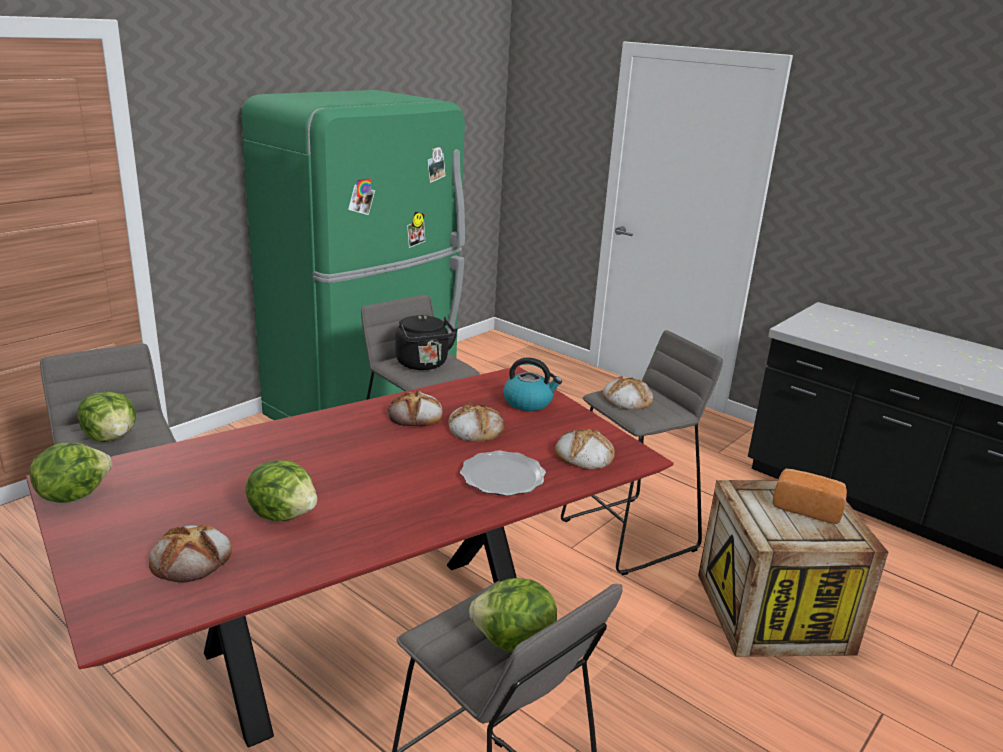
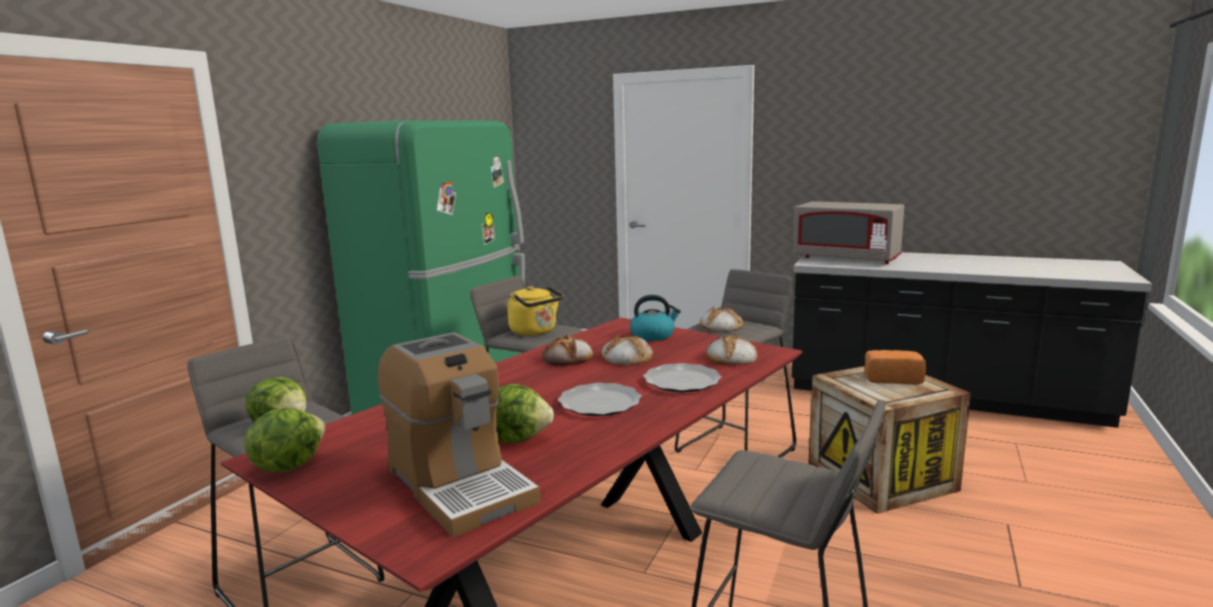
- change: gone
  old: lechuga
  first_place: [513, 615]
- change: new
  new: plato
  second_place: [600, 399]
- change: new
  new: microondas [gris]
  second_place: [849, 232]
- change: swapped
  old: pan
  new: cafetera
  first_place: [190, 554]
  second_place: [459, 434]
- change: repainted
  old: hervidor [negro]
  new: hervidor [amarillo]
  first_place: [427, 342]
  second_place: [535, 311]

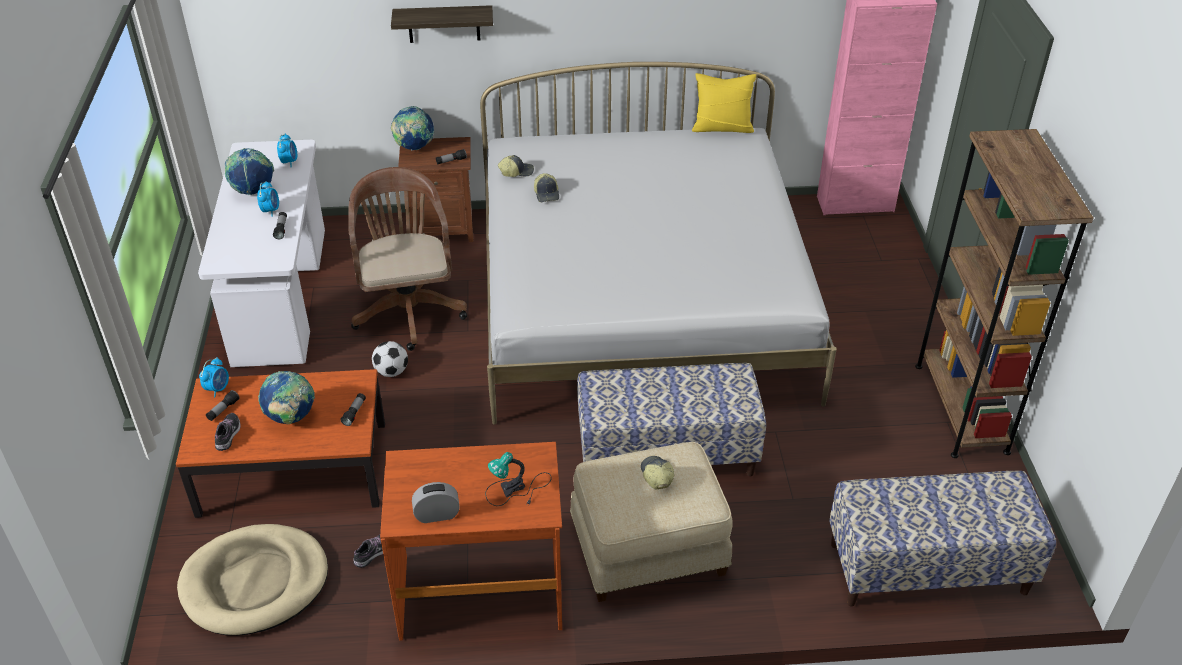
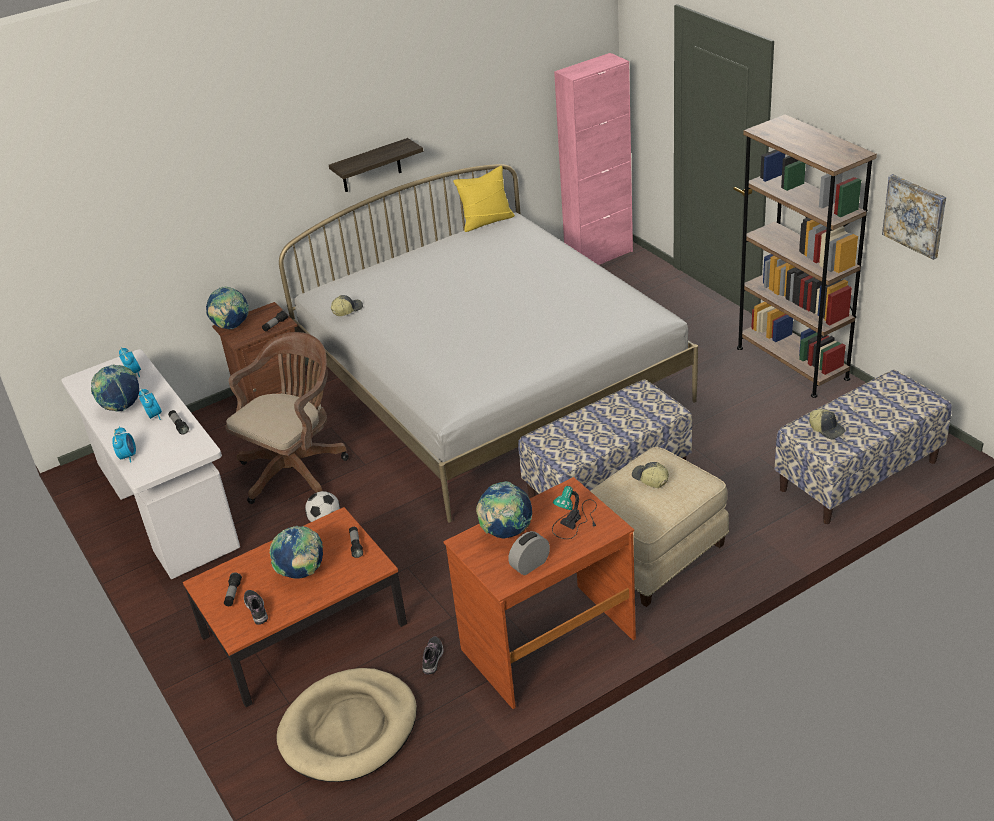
- change: new
  new: globo terráqueo
  second_place: [504, 510]
- change: new
  new: cuadro
  second_place: [914, 217]
- change: shifted
  old: despertador
  first_place: [214, 377]
  second_place: [124, 444]
- change: shifted
  old: estante
  first_place: [442, 24]
  second_place: [376, 165]
- change: shifted
  old: gorra
  first_place: [546, 187]
  second_place: [827, 424]
- change: rotated
  old: silla de oficina [marrón]
  first_place: [407, 259]
  second_place: [287, 418]
  degrees: 75

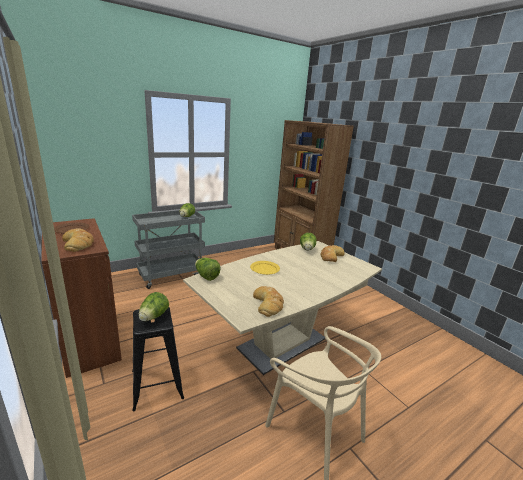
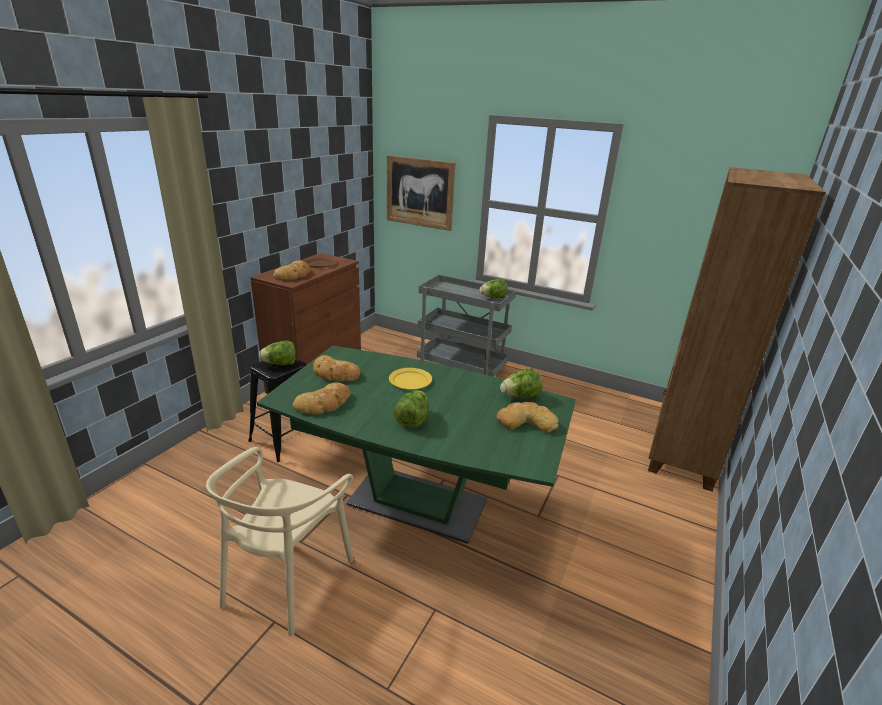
- change: new
  new: pan
  second_place: [337, 368]
- change: new
  new: cuadro
  second_place: [421, 193]
- change: shifted
  old: lechuga
  first_place: [207, 269]
  second_place: [411, 409]
- change: repainted
  old: mesa de comedor [beis]
  new: mesa de comedor [verde]
  first_place: [282, 308]
  second_place: [416, 445]

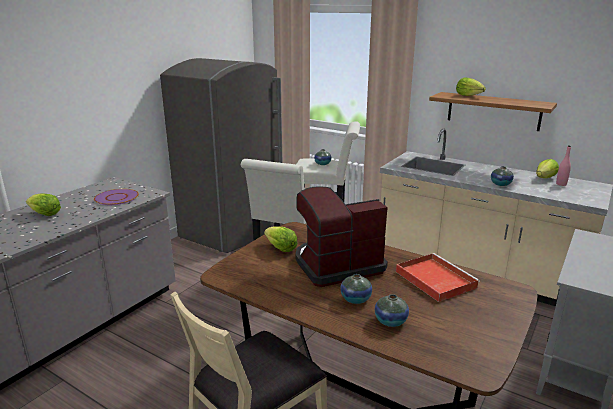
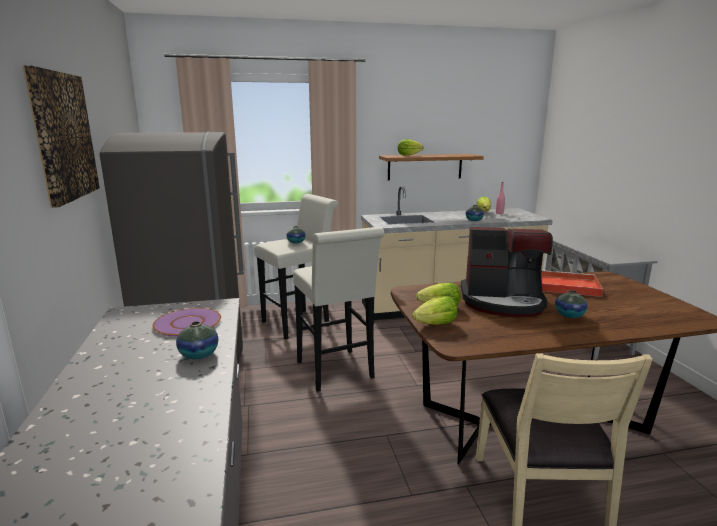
- change: new
  new: cuadro
  second_place: [61, 136]
- change: shifted
  old: lechuga
  first_place: [43, 204]
  second_place: [435, 310]
- change: shifted
  old: florero
  first_place: [392, 310]
  second_place: [197, 340]
- change: rotated
  old: cafetera
  first_place: [341, 236]
  second_place: [507, 272]
  degrees: -105

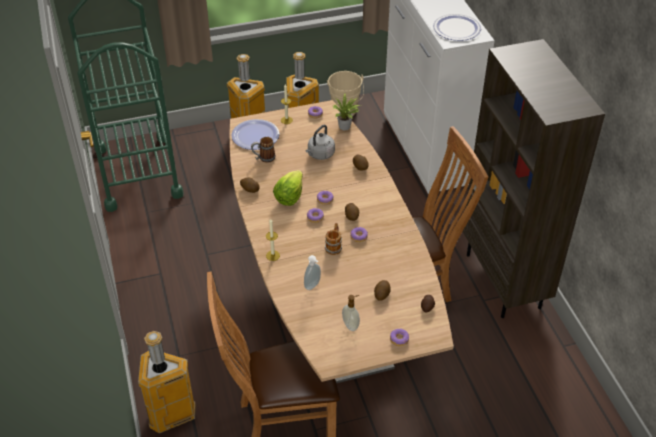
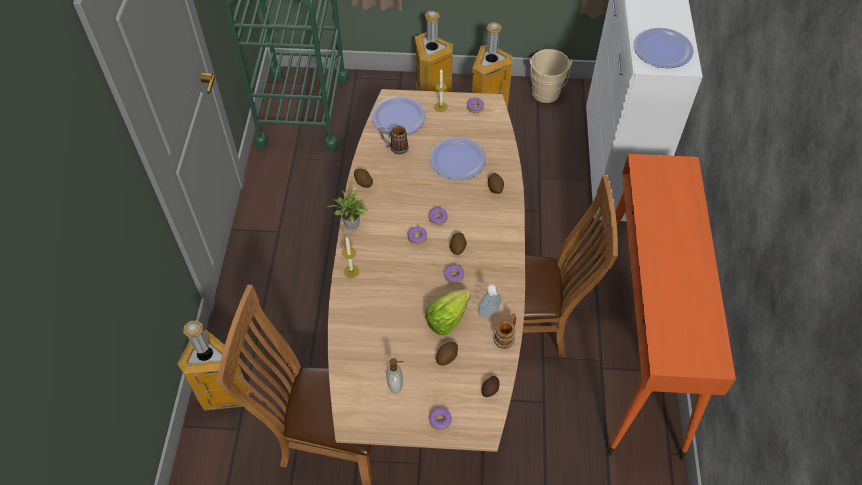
- change: shifted
  old: lechuga
  first_place: [288, 188]
  second_place: [448, 312]
- change: shifted
  old: dispensador de jabón
  first_place: [312, 272]
  second_place: [489, 300]
- change: shifted
  old: taza grande
  first_place: [333, 239]
  second_place: [504, 331]
- change: shifted
  old: planta en maceta
  first_place: [346, 111]
  second_place: [348, 208]
- change: swapped
  old: hervidor [gris]
  new: plato
  first_place: [320, 142]
  second_place: [458, 158]
- change: swapped
  old: estantería [marrón]
  new: mesa consola [naranja]
  first_place: [534, 178]
  second_place: [666, 307]

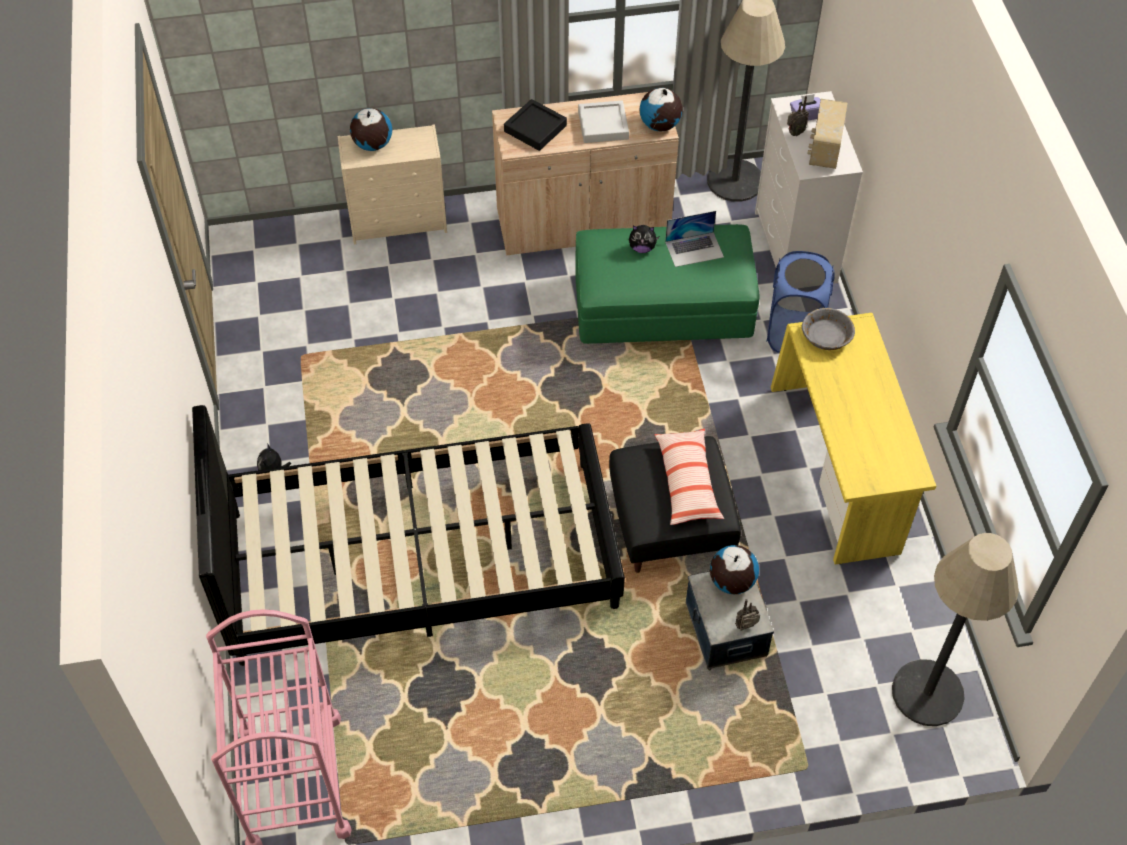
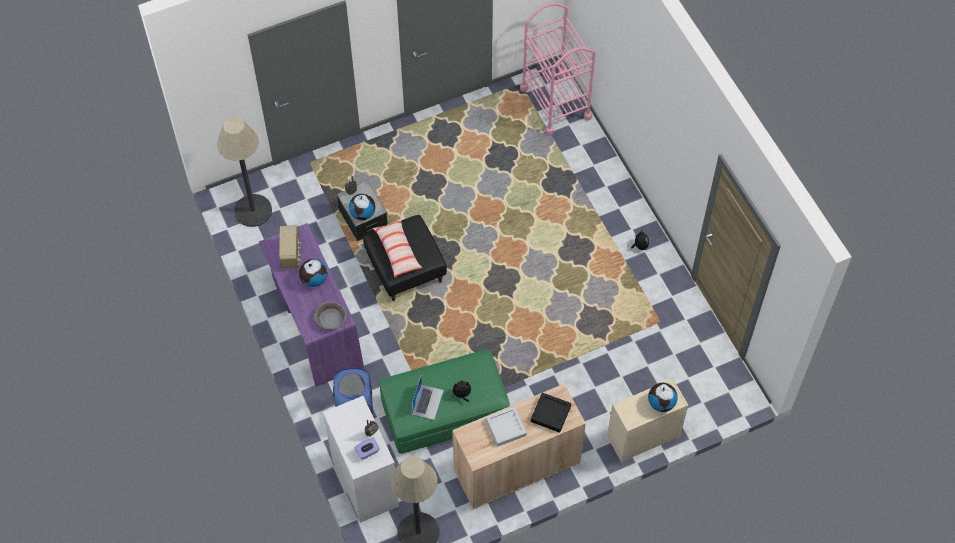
- change: gone
  old: cama [negro]
  first_place: [408, 535]
- change: shifted
  old: globo terráqueo
  first_place: [661, 110]
  second_place: [313, 273]
- change: shifted
  old: radio
  first_place: [827, 134]
  second_place: [290, 247]
- change: repainted
  old: escritorio [amarillo]
  new: escritorio [morado]
  first_place: [853, 438]
  second_place: [311, 305]
- change: rotated
  old: portátil
  first_place: [694, 239]
  second_place: [427, 398]
  degrees: 135

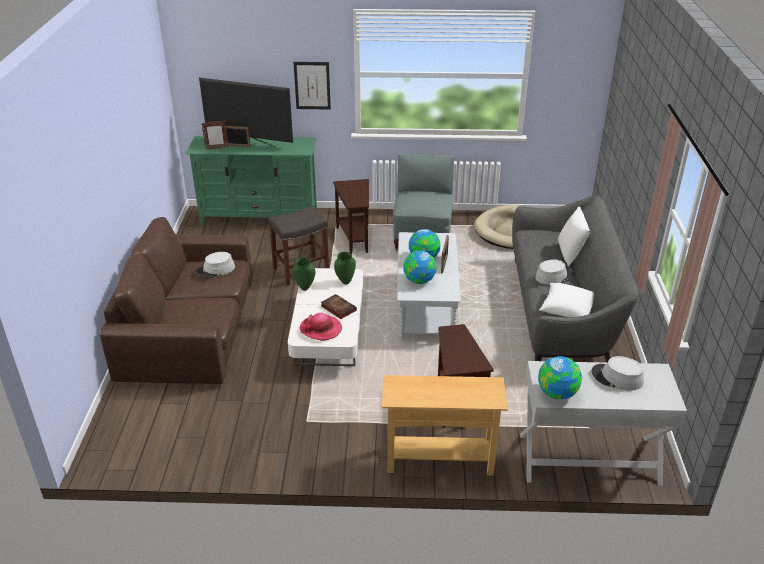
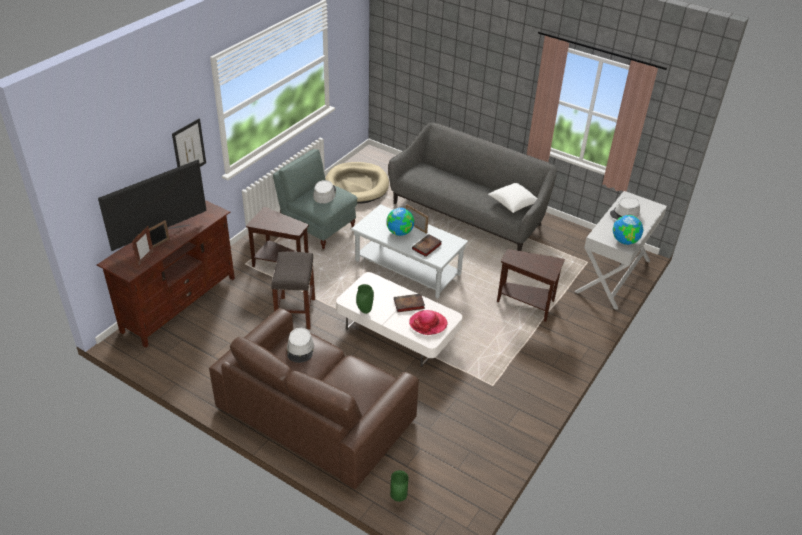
- change: gone
  old: mesa consola [beis]
  first_place: [445, 425]
- change: gone
  old: cojín [blanco]
  first_place: [574, 236]
- change: shifted
  old: florero [verde]
  first_place: [345, 268]
  second_place: [399, 486]
- change: shifted
  old: sombrero [gris]
  first_place: [554, 272]
  second_place: [324, 192]
- change: swapped
  old: globo terráqueo
  new: libro
  first_place: [420, 267]
  second_place: [427, 245]
- change: repainted
  old: mueble de televisión [verde]
  new: mueble de televisión [marrón]
  first_place: [251, 180]
  second_place: [166, 274]

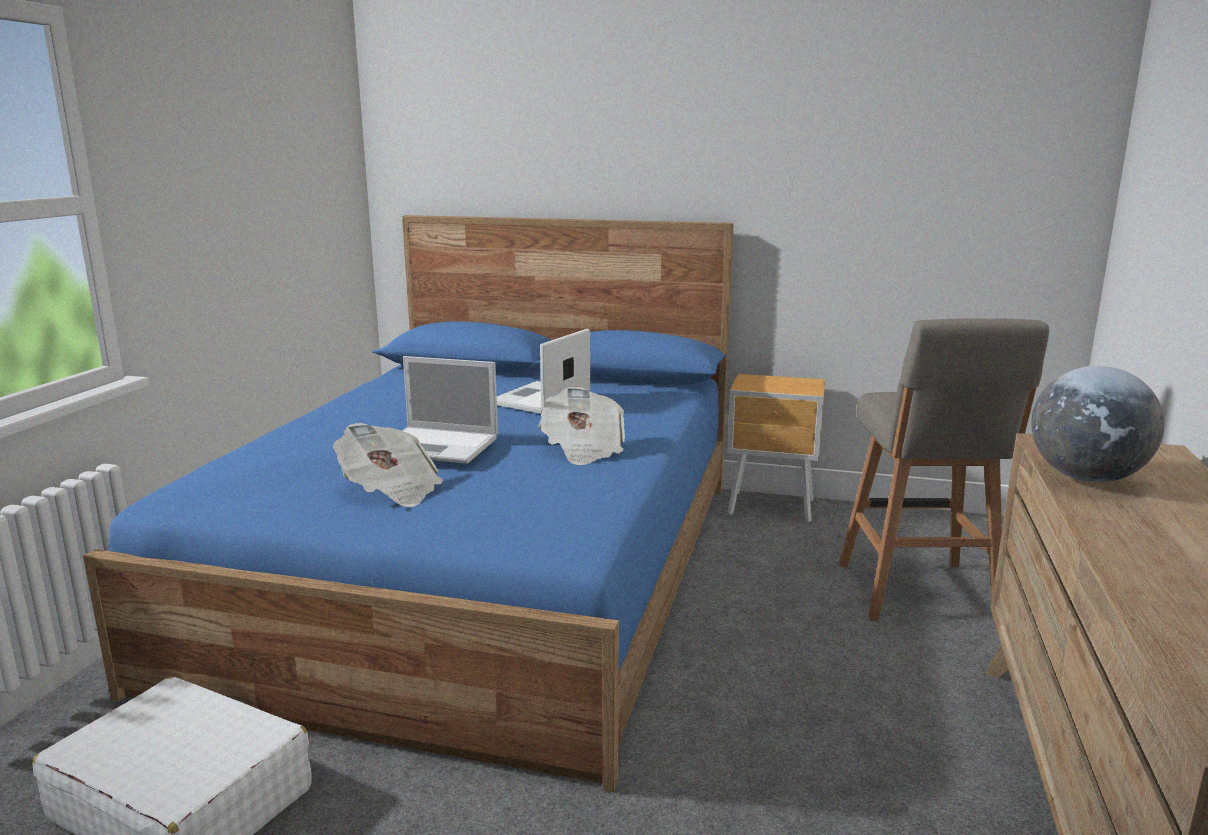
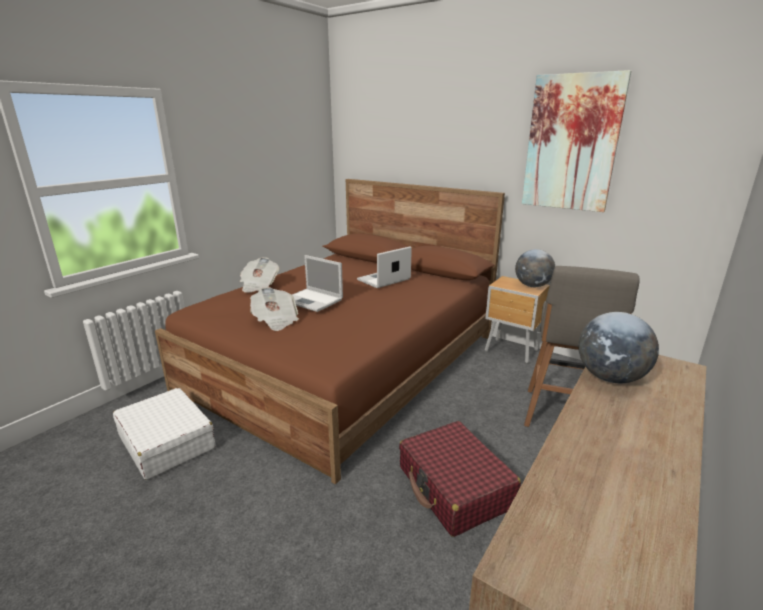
- change: new
  new: maleta [rojo]
  second_place: [460, 479]
- change: new
  new: globo terráqueo
  second_place: [535, 268]
- change: new
  new: cuadro
  second_place: [576, 141]
- change: shifted
  old: periódico
  first_place: [582, 426]
  second_place: [259, 275]
- change: repainted
  old: cama [azul]
  new: cama [marrón]
  first_place: [408, 503]
  second_place: [330, 331]

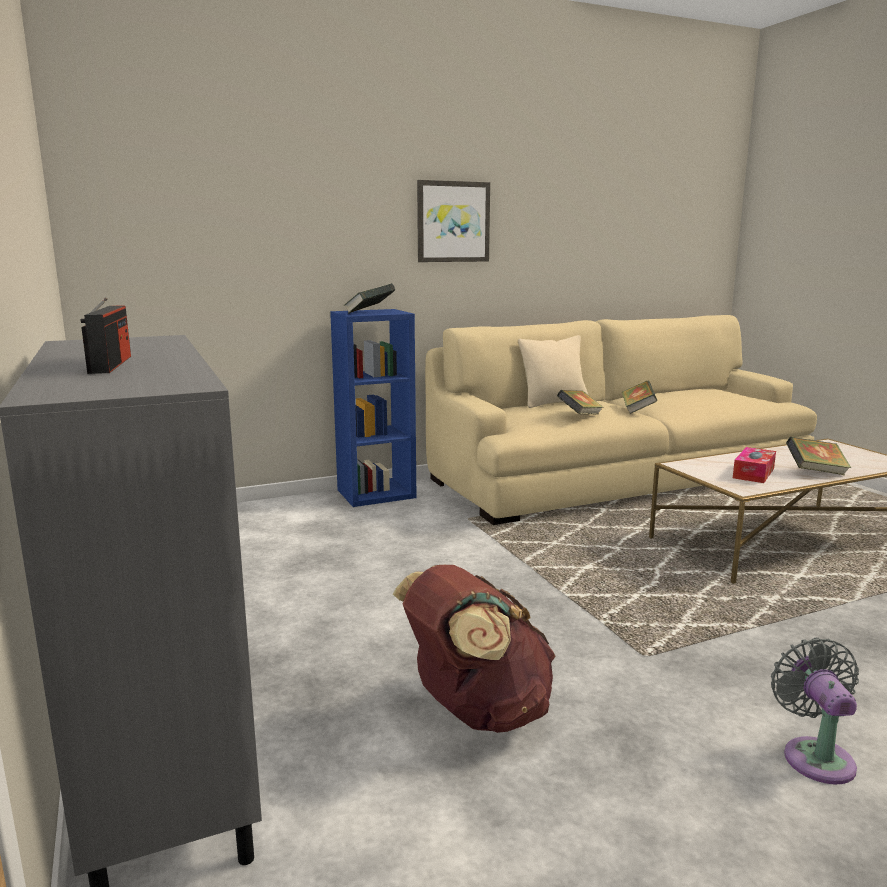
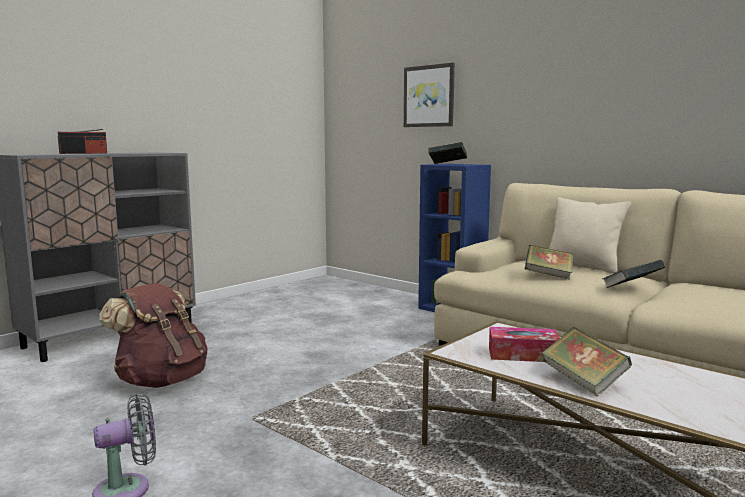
- change: shifted
  old: cuadro
  first_place: [453, 221]
  second_place: [429, 95]

